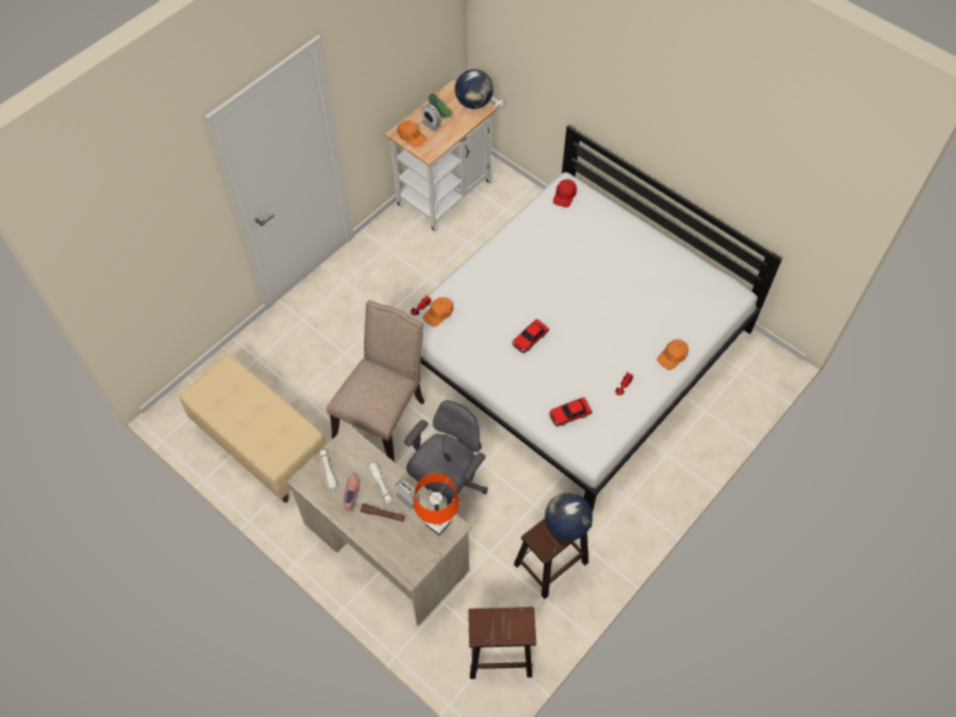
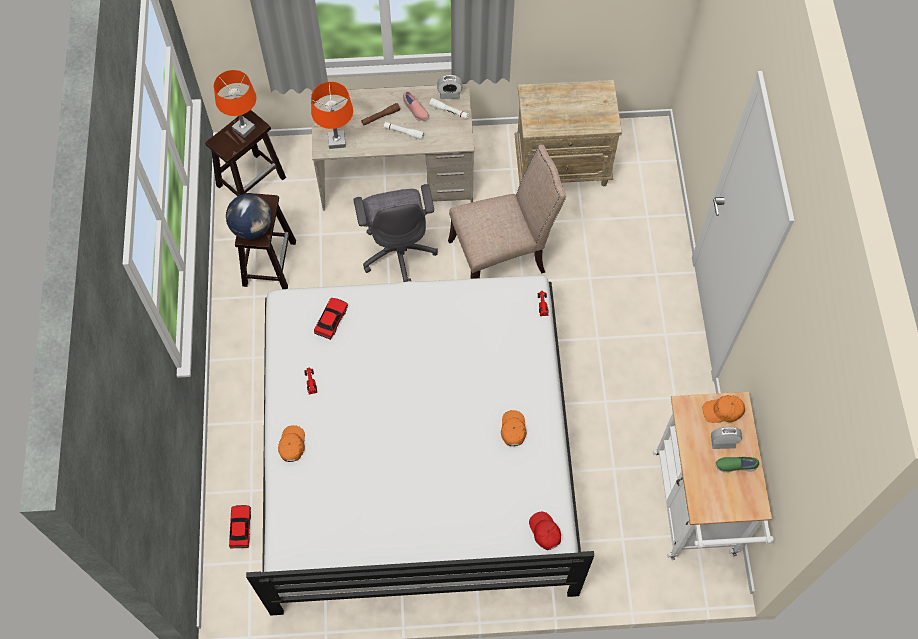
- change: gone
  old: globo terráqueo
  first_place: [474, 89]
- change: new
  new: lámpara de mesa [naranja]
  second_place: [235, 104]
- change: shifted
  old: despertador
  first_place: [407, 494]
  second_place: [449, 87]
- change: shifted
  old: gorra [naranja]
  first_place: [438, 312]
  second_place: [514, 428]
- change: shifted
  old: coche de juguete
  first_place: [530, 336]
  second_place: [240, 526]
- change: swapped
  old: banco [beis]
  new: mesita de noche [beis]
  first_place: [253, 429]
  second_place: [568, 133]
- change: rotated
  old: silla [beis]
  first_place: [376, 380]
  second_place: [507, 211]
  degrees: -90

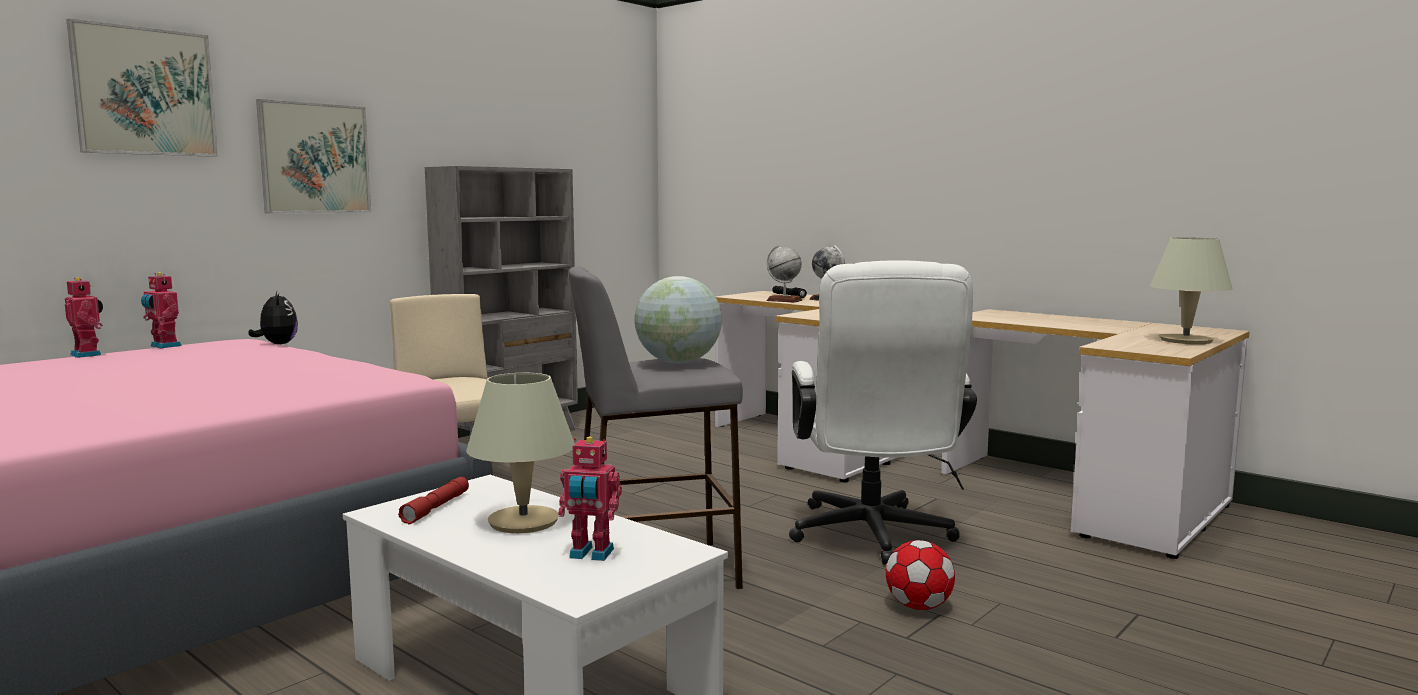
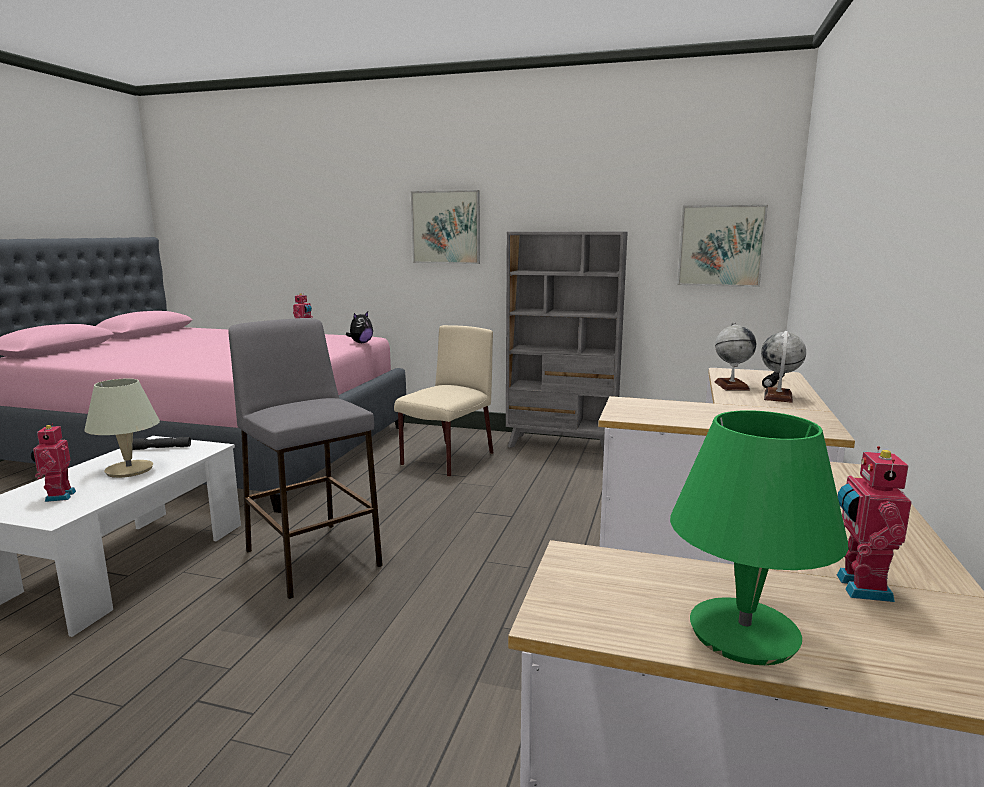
- change: gone
  old: globo terráqueo
  first_place: [678, 320]
- change: gone
  old: silla de oficina [blanco]
  first_place: [883, 412]
- change: gone
  old: balón de fútbol
  first_place: [920, 575]
- change: shifted
  old: cuadro
  first_place: [142, 88]
  second_place: [722, 246]
- change: shifted
  old: robot de juguete
  first_place: [161, 310]
  second_place: [874, 524]
- change: repainted
  old: linterna [rojo]
  new: linterna [gris]
  first_place: [433, 500]
  second_place: [161, 443]
- change: repainted
  old: lámpara de mesa [beis]
  new: lámpara de mesa [verde]
  first_place: [1191, 290]
  second_place: [759, 537]

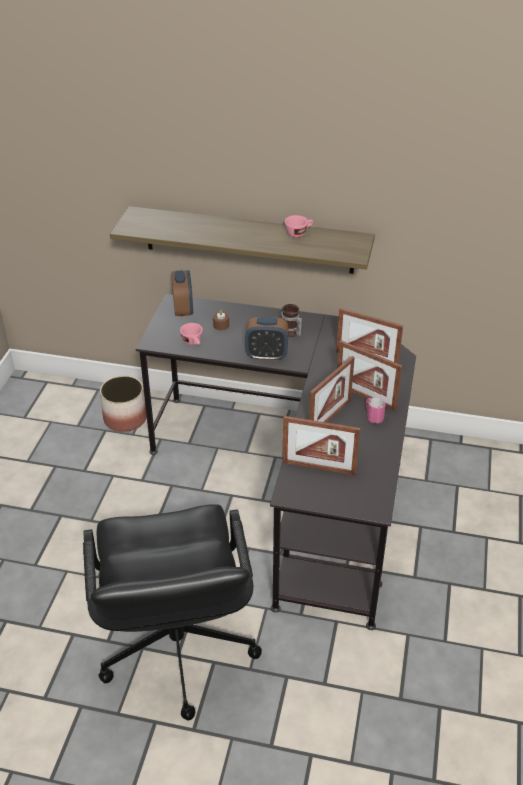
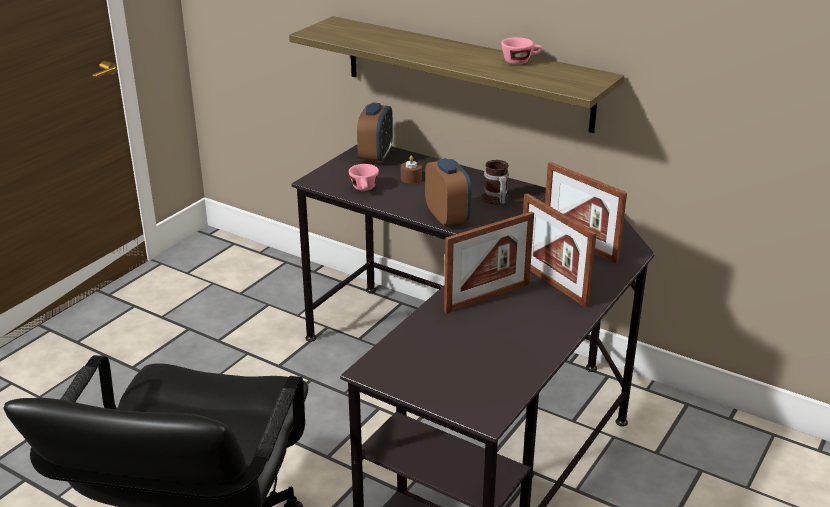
- change: gone
  old: maceta
  first_place: [123, 404]
- change: gone
  old: portarretratos
  first_place: [321, 445]
- change: gone
  old: taza grande [rosa]
  first_place: [376, 410]
- change: rotated
  old: despertador
  first_place: [266, 339]
  second_place: [448, 192]
  degrees: -135

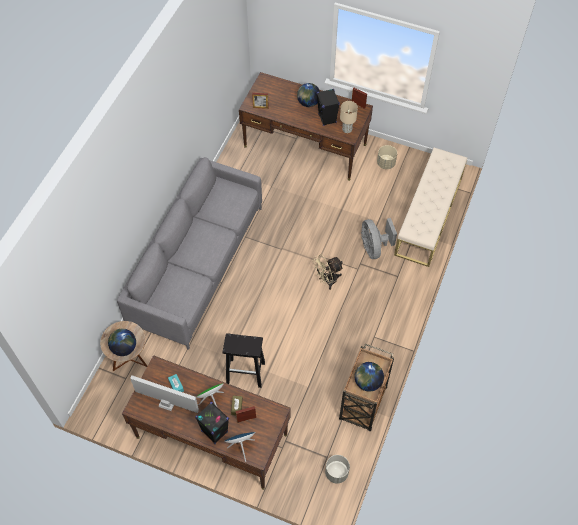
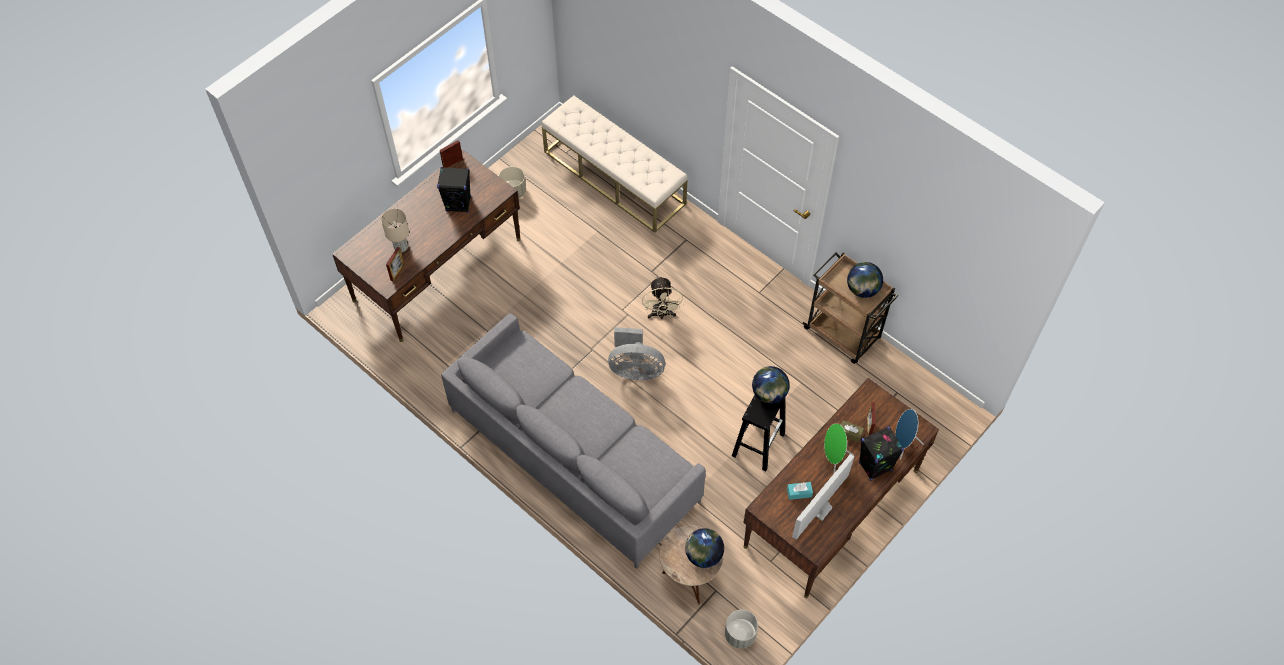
- change: shifted
  old: globo terráqueo
  first_place: [308, 95]
  second_place: [771, 385]
- change: shifted
  old: maceta [gris]
  first_place: [337, 469]
  second_place: [741, 629]
- change: shifted
  old: lámpara de mesa [beis]
  first_place: [349, 117]
  second_place: [395, 230]
- change: shifted
  old: ventilador [gris]
  first_place: [379, 238]
  second_place: [636, 353]

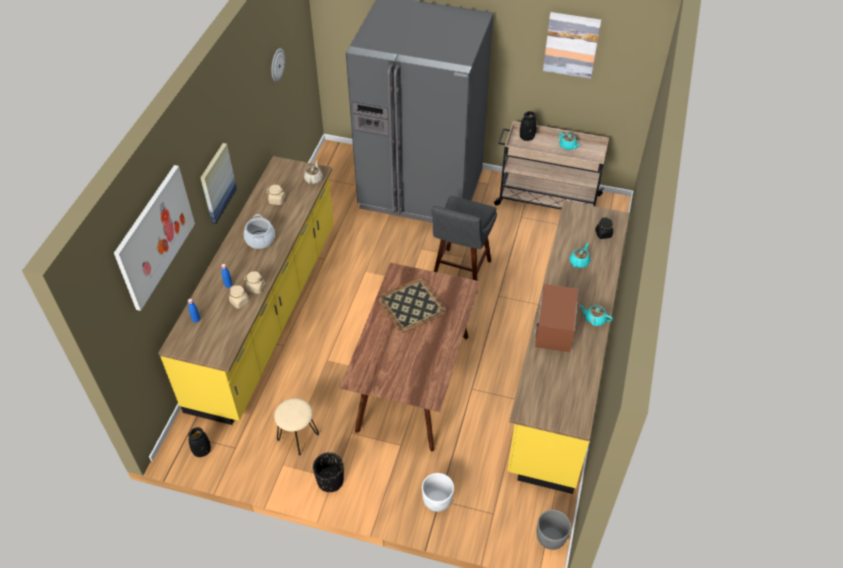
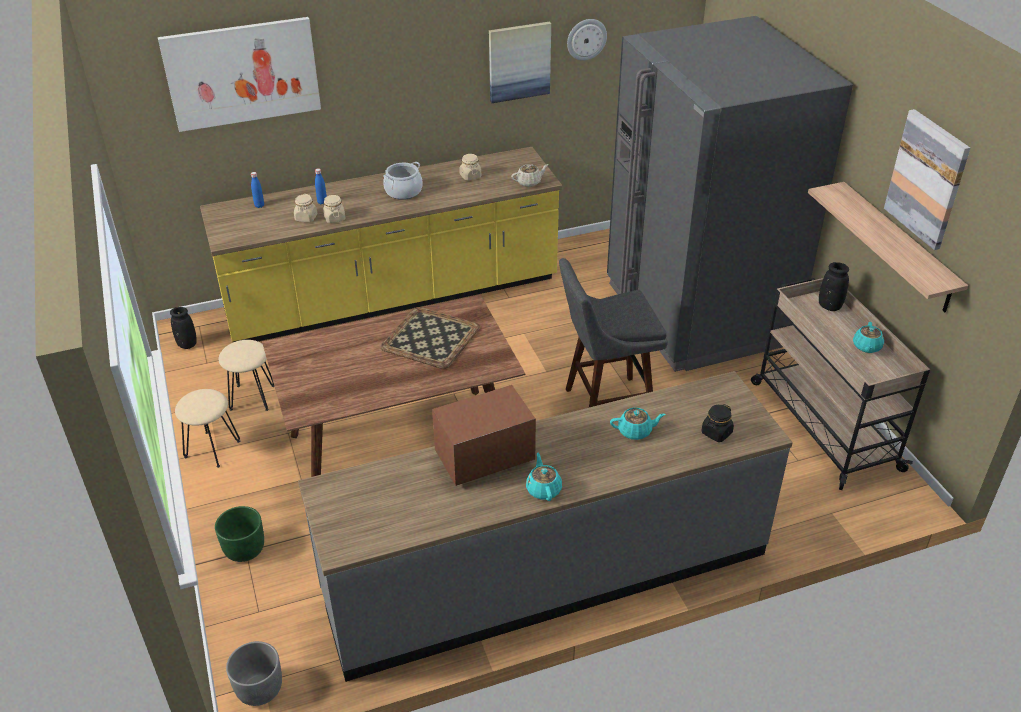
- change: new
  new: estante
  second_place: [888, 247]
- change: shifted
  old: cuadro
  first_place: [218, 183]
  second_place: [520, 62]
- change: swapped
  old: maceta [negro]
  new: taburete [beis]
  first_place: [328, 472]
  second_place: [207, 428]
- change: repainted
  old: maceta [blanco]
  new: maceta [verde]
  first_place: [438, 492]
  second_place: [239, 534]
- change: repainted
  old: mueble bajo de cocina [amarillo]
  new: mueble bajo de cocina [gris]
  first_place: [568, 347]
  second_place: [545, 526]

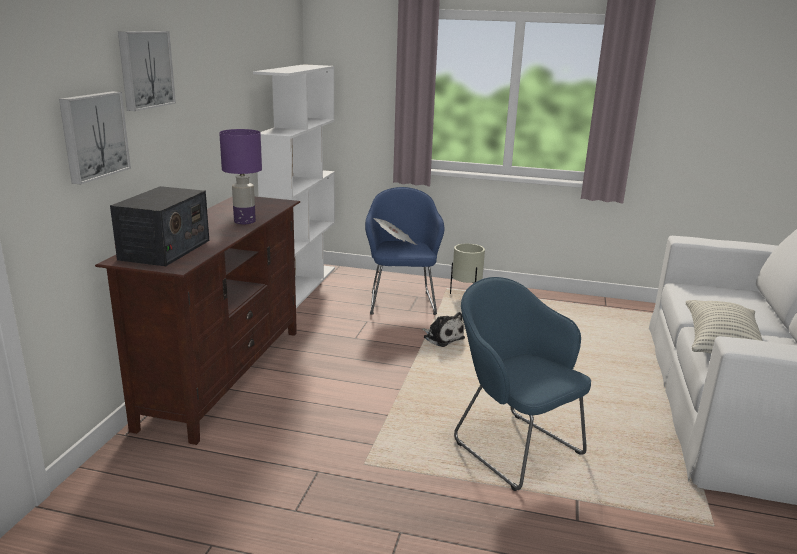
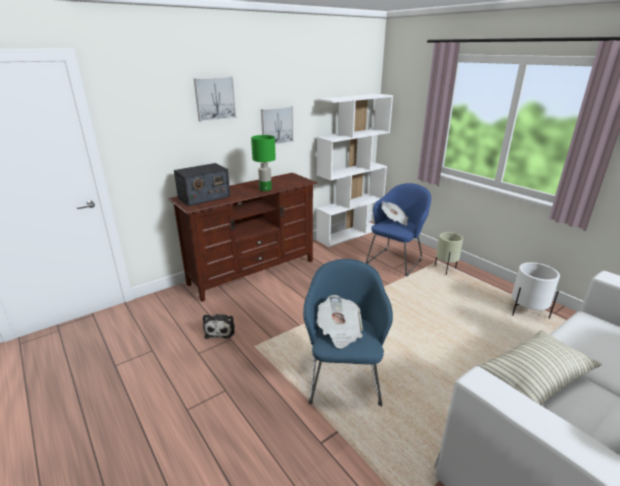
- change: new
  new: periódico
  second_place: [340, 322]
- change: new
  new: maceta [blanco]
  second_place: [536, 290]
- change: shifted
  old: cuadro
  first_place: [95, 138]
  second_place: [277, 125]
- change: shifted
  old: peluche
  first_place: [443, 329]
  second_place: [219, 326]
- change: repainted
  old: lámpara de mesa [morado]
  new: lámpara de mesa [verde]
  first_place: [240, 176]
  second_place: [263, 163]

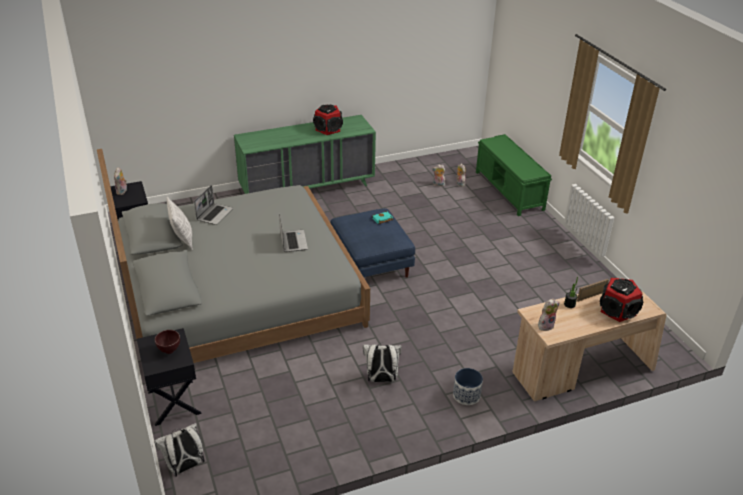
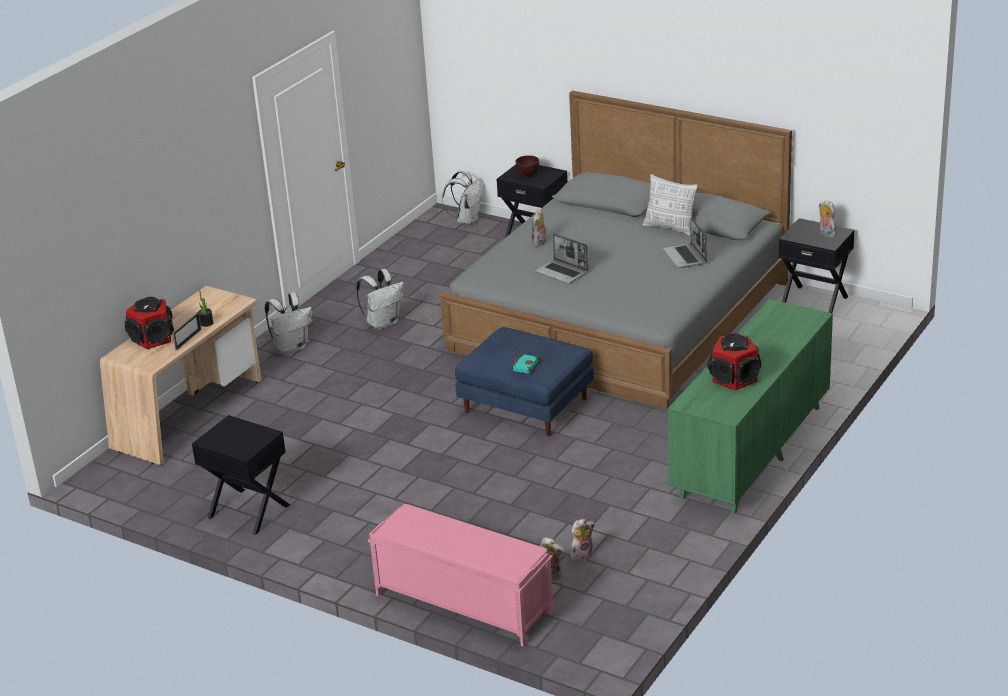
- change: new
  new: mesita de noche [negro]
  second_place: [241, 475]
- change: shifted
  old: peluche
  first_place: [549, 315]
  second_place: [540, 228]
- change: swapped
  old: maceta
  new: mochila [blanco]
  first_place: [468, 386]
  second_place: [288, 323]
- change: repainted
  old: banco [verde]
  new: banco [rosa]
  first_place: [514, 175]
  second_place: [460, 575]

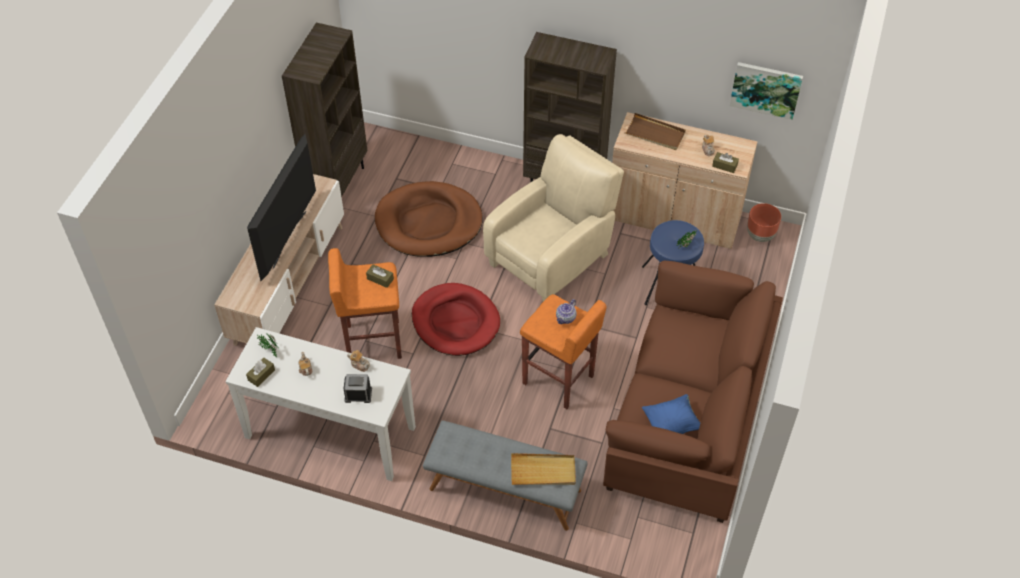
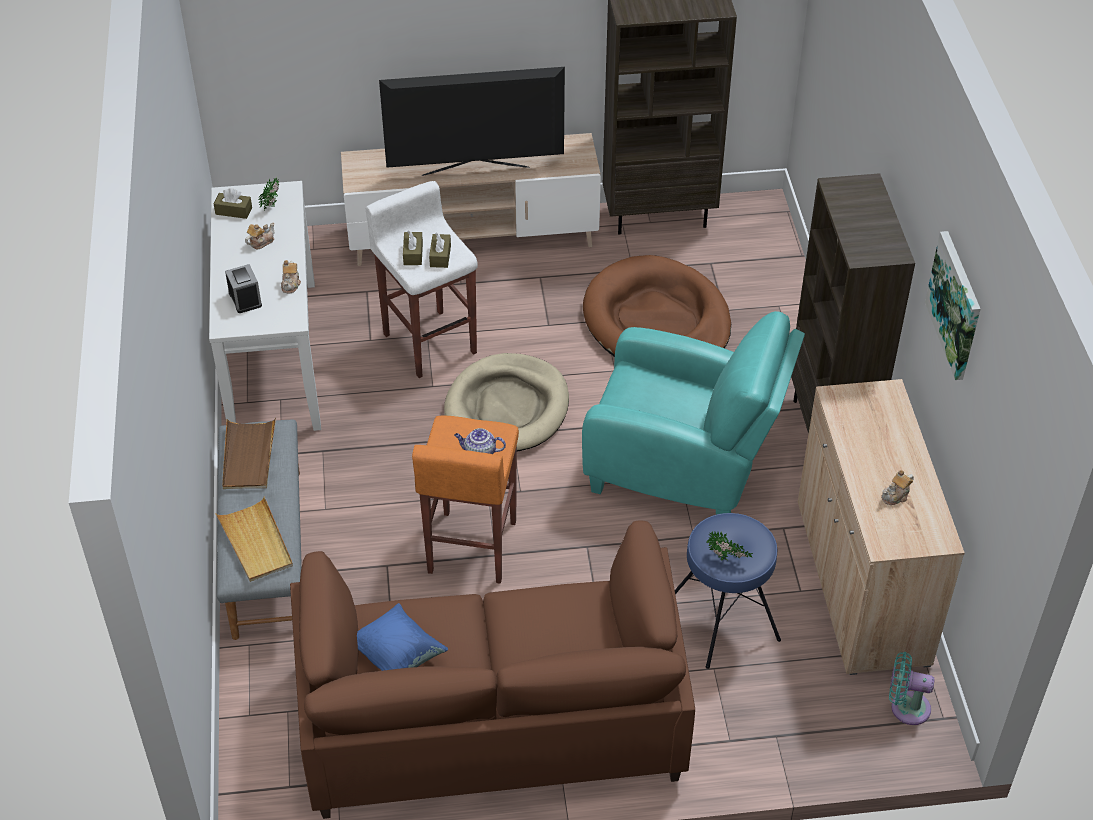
- change: shifted
  old: bandeja [marrón]
  first_place: [655, 131]
  second_place: [249, 453]
- change: shifted
  old: caja de pañuelos [marrón]
  first_place: [725, 162]
  second_place: [413, 248]
- change: shifted
  old: cuadro
  first_place: [766, 91]
  second_place: [952, 305]
- change: swapped
  old: maceta [marrón]
  new: ventilador [turquesa]
  first_place: [764, 222]
  second_place: [912, 688]
- change: repainted
  old: taburete [naranja]
  new: taburete [blanco]
  first_place: [365, 303]
  second_place: [421, 279]
- change: repainted
  old: cama para perro [rojo]
  new: cama para perro [beis]
  first_place: [456, 319]
  second_place: [506, 402]
- change: repainted
  old: sillón [beis]
  new: sillón [turquesa]
  first_place: [553, 217]
  second_place: [693, 413]

